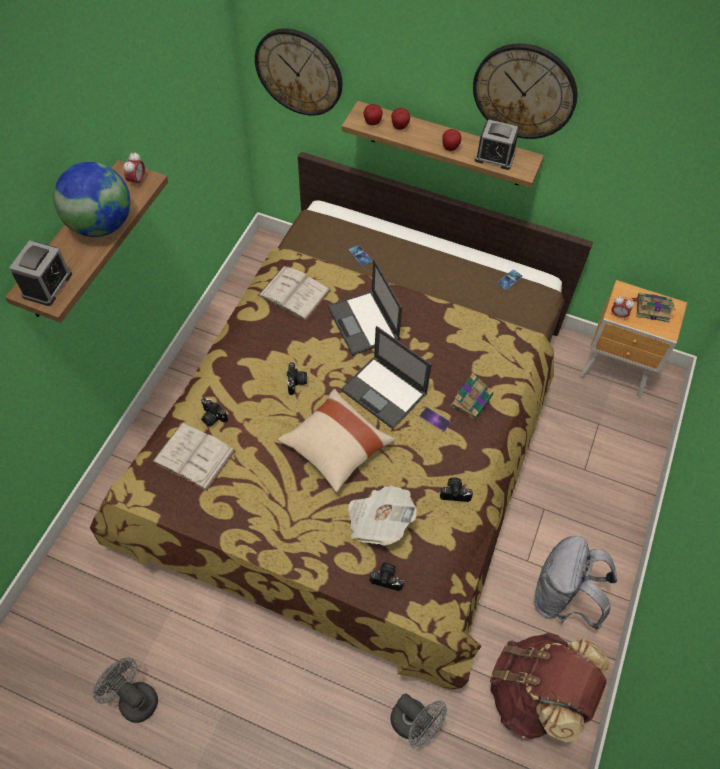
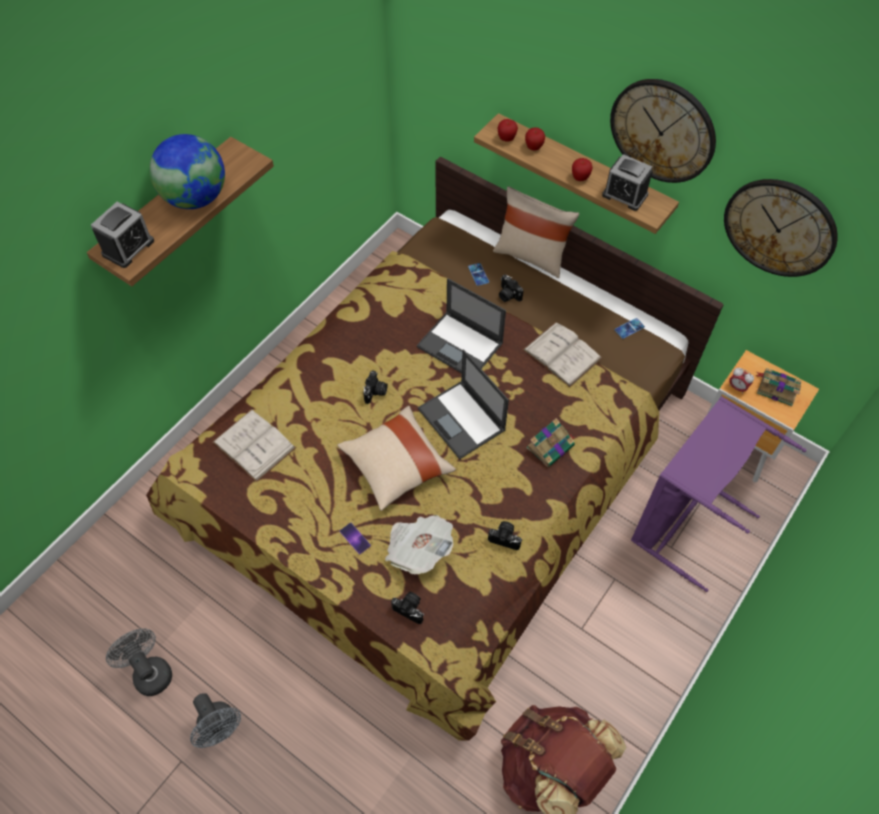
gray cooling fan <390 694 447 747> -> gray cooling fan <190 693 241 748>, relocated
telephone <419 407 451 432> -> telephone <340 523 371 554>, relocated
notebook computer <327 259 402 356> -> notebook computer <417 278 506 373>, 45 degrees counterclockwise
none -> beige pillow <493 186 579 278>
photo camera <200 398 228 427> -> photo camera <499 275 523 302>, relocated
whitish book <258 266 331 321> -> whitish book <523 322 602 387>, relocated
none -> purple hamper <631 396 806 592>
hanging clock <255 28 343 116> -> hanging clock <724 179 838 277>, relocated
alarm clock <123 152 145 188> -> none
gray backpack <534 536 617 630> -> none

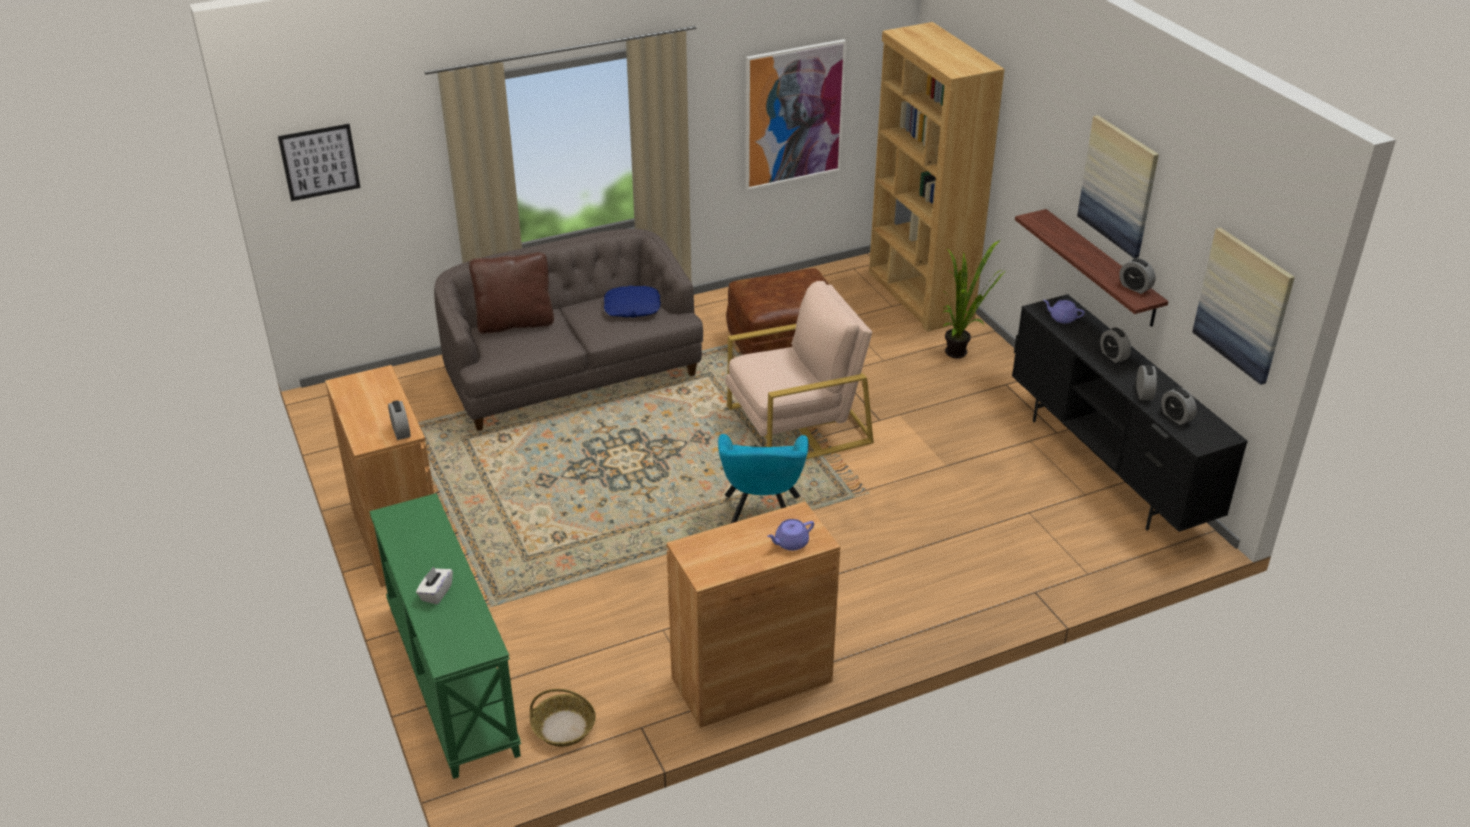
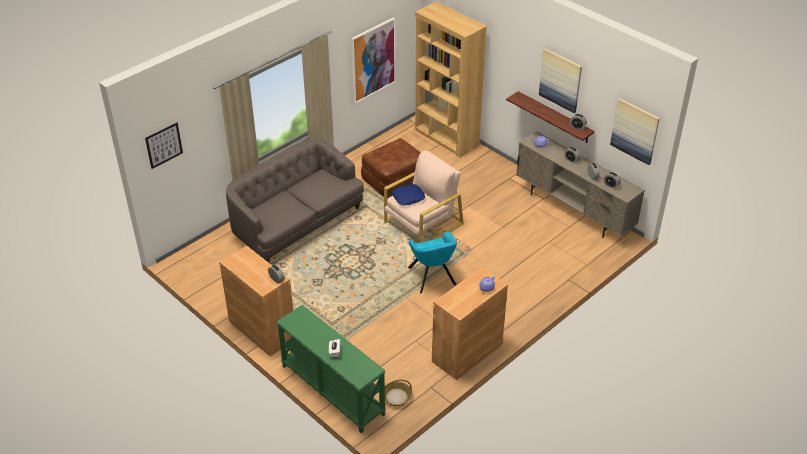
blue-coloured pillow <604 286 661 318> -> blue-coloured pillow <392 184 425 206>, relocated
black-coloured tv unit <1012 294 1248 532> -> beige tv unit <516 131 645 238>
brown pillow <469 252 554 334> -> none
plant in a pot <942 240 1006 358> -> none

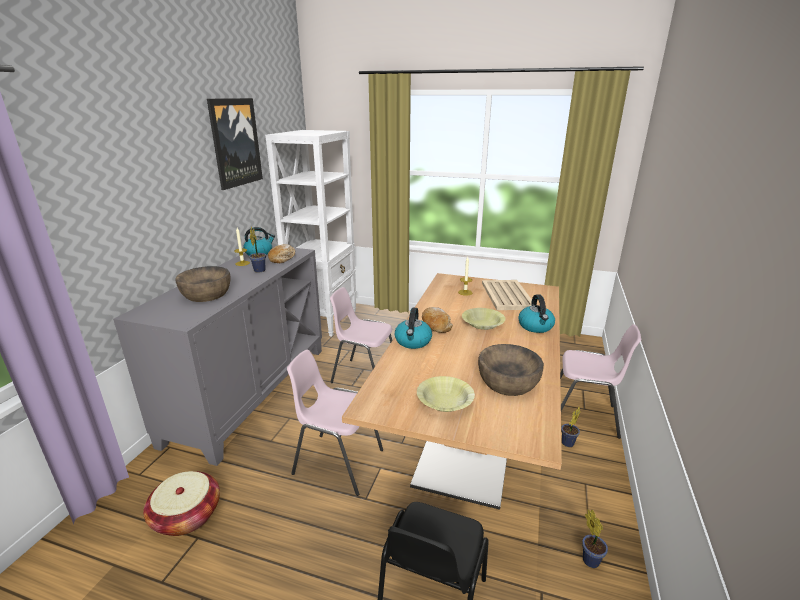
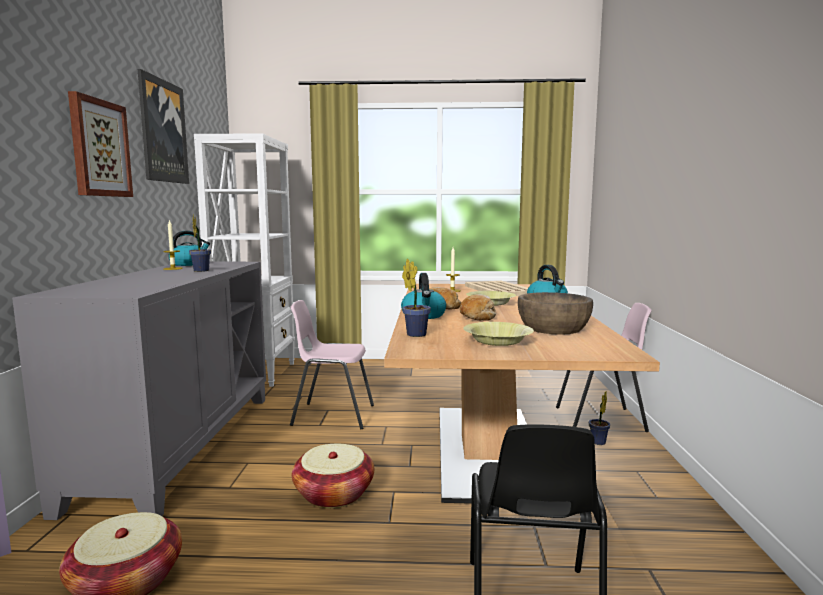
none -> wall art <68 91 133 197>
pink chair <287 350 383 496> -> storage basket <292 444 374 508>
plant in a pot <582 510 608 568> -> plant in a pot <402 259 431 337>, relocated
bakery bread <268 244 295 263> -> bakery bread <460 294 497 321>, relocated
brown bowl <175 266 231 302> -> none

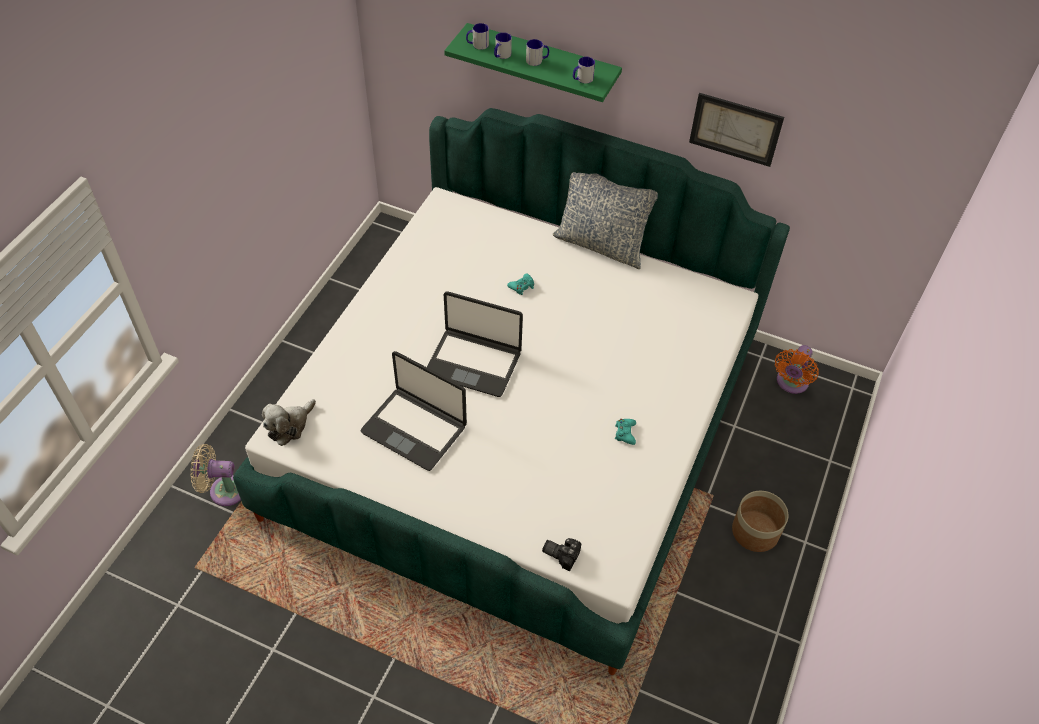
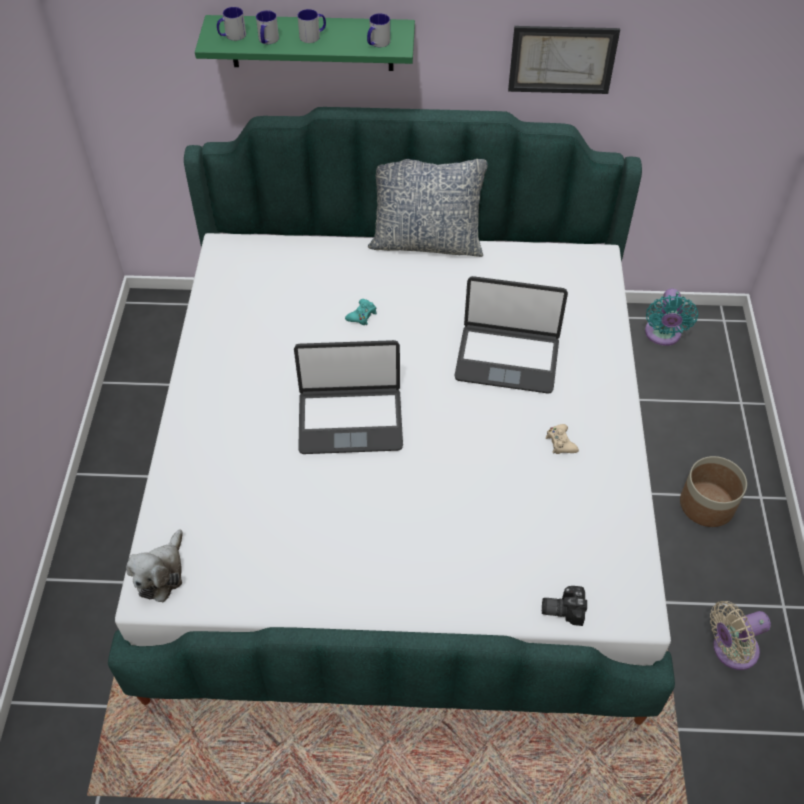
notebook computer <361 351 467 471> -> notebook computer <454 276 568 393>, relocated
turquoise game controller <615 419 636 445> -> beige game controller <545 424 579 454>
orange cooling fan <775 345 819 394> -> turquoise cooling fan <645 288 698 346>
beige cooling fan <190 444 241 506> -> beige cooling fan <710 601 771 670>, relocated

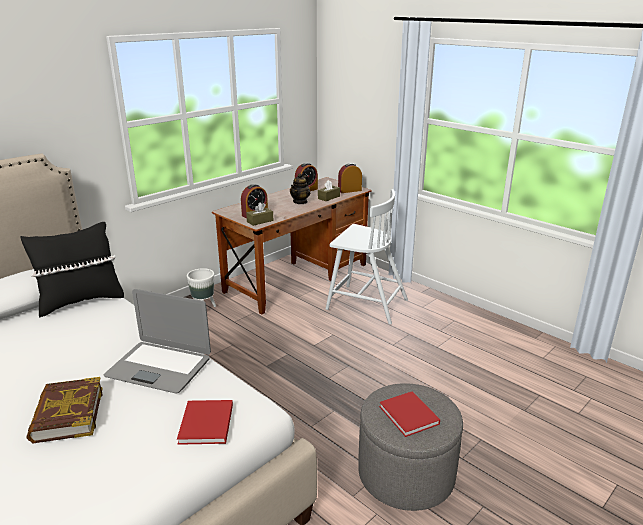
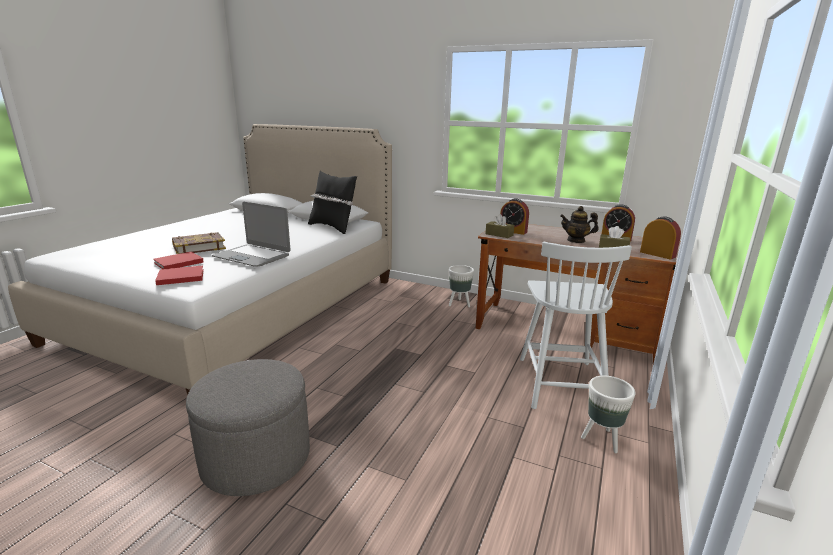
reddish book <379 391 440 437> -> reddish book <153 252 204 269>, relocated
notebook computer <104 289 211 393> -> notebook computer <212 202 291 267>, 60 degrees counterclockwise
none -> whitish flower pot <581 376 636 453>

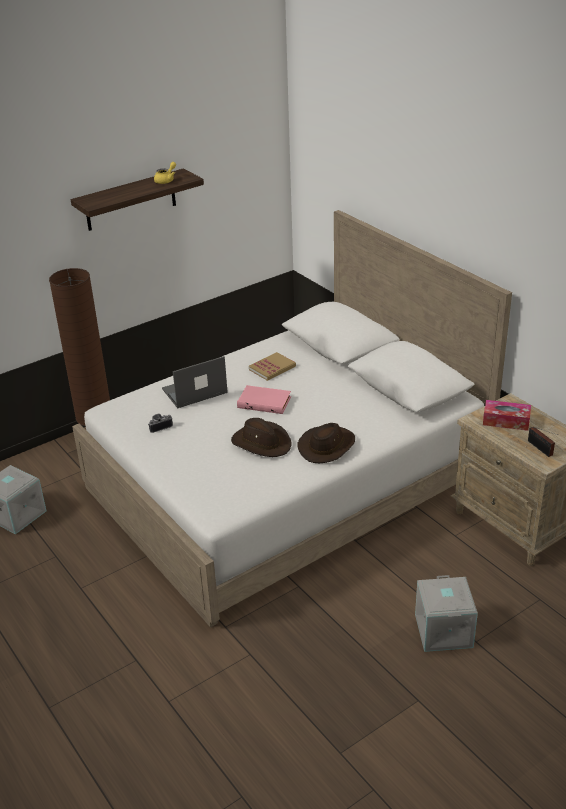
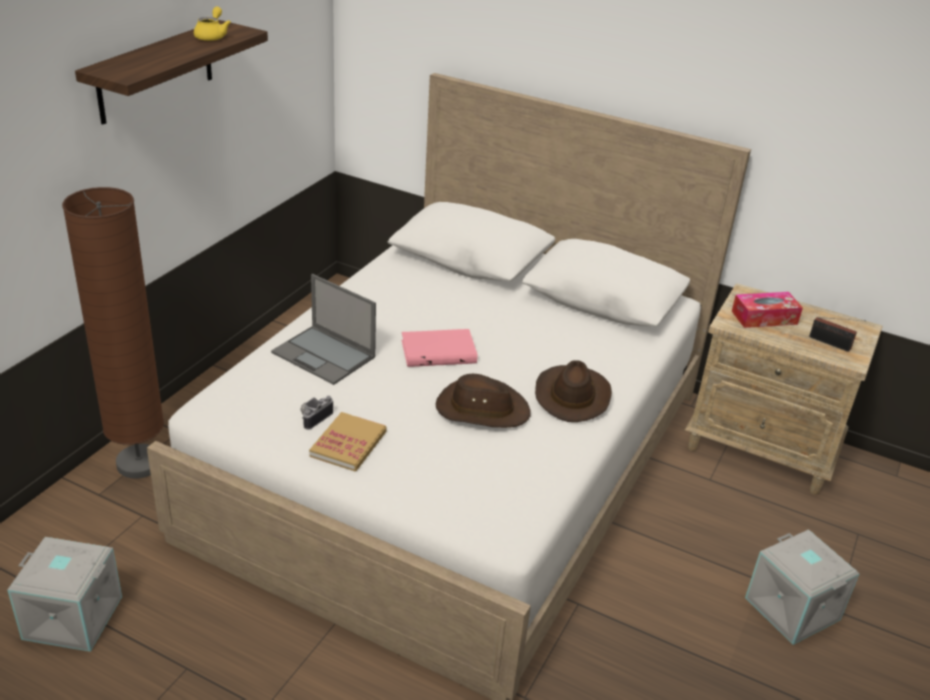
notebook computer <162 356 228 408> -> notebook computer <271 274 376 385>, 90 degrees counterclockwise
book <249 352 296 381> -> book <309 412 387 472>, relocated

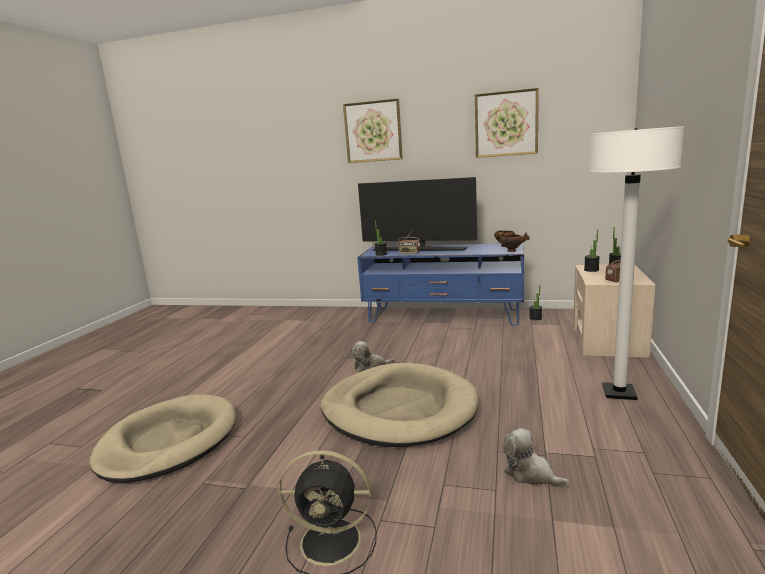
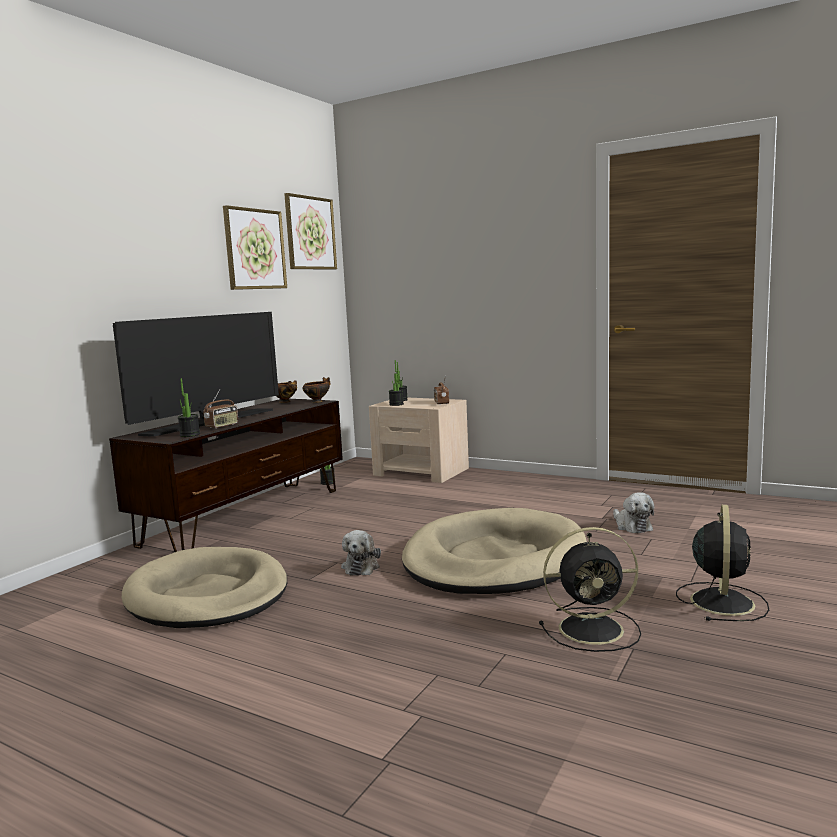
blue-coloured tv unit <357 243 524 325> -> brown tv unit <109 399 343 552>
beige dog cushion <90 394 236 483> -> beige dog cushion <122 547 287 628>, relocated
wall art <343 98 403 163> -> wall art <284 193 337 270>, relocated
none -> black-coloured cooling fan <539 527 641 652>
plush toy <503 428 569 488> -> plush toy <613 492 654 533>, 75 degrees counterclockwise
whitish floor lamp <589 126 684 400> -> none

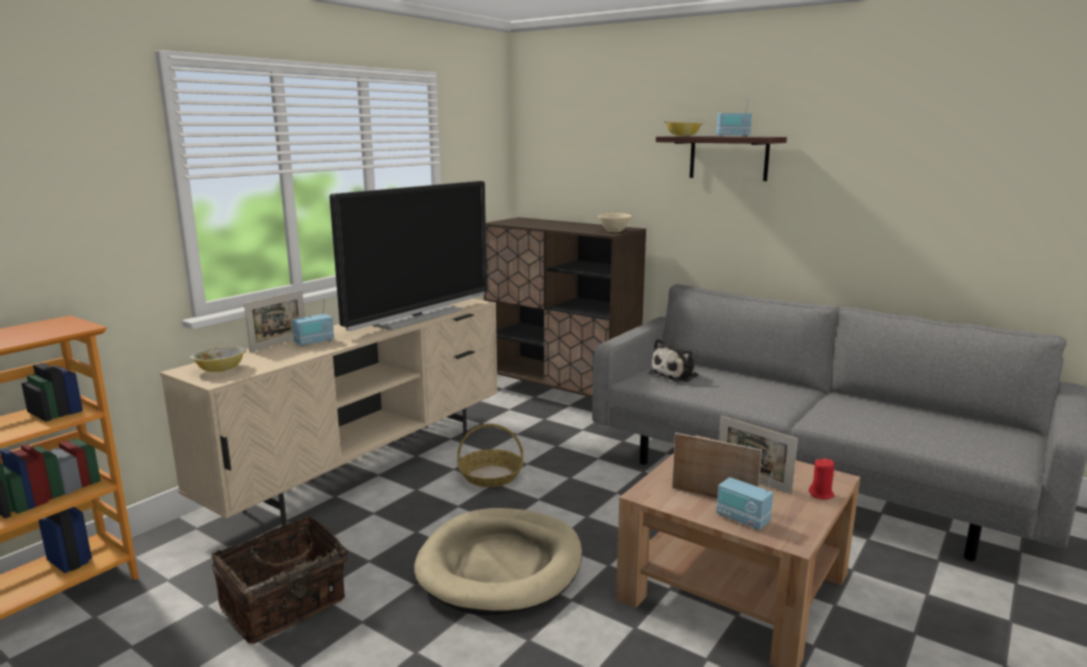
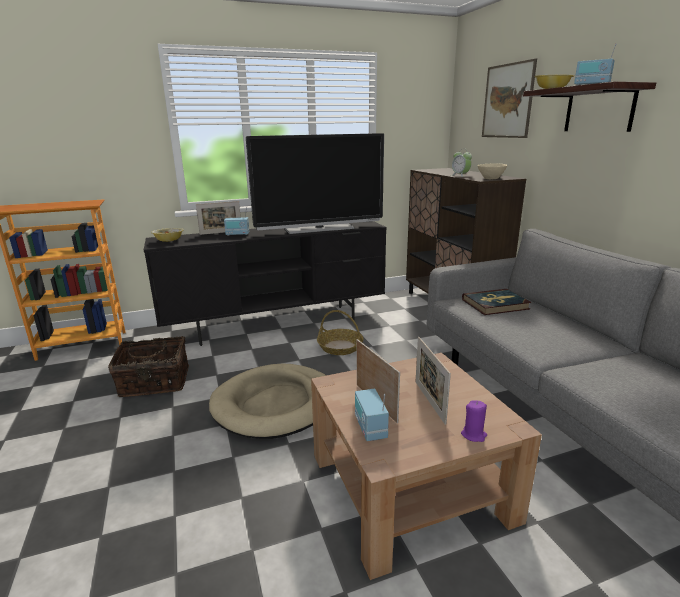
beige tv unit <160 298 498 526> -> black-coloured tv unit <144 221 387 346>
none -> alarm clock <451 149 472 177>
reddish wax light <809 458 835 500> -> purple wax light <461 400 487 442>
plush toy <649 338 699 382> -> book <462 289 531 315>
none -> wall art <482 59 537 138>

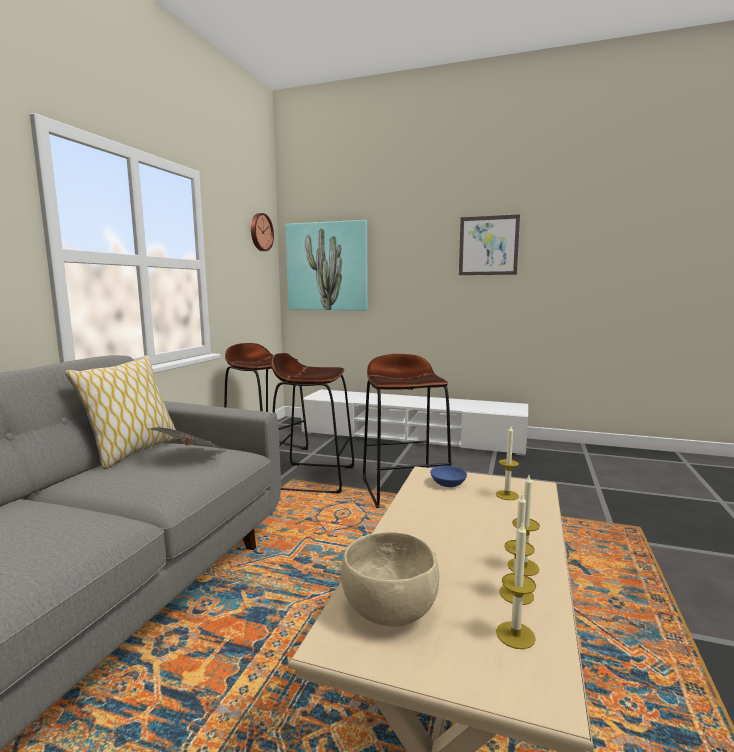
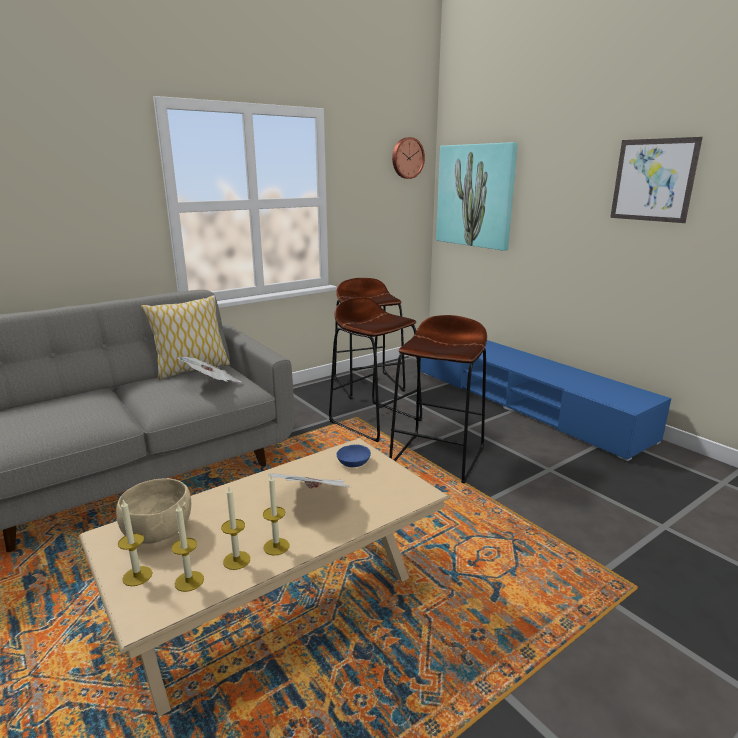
wax light <496 426 519 500> -> wax light <118 500 153 586>, relocated
none -> printed paper <268 473 351 488>
whitish tv unit <301 390 528 456> -> blue-coloured tv unit <420 340 671 461>

